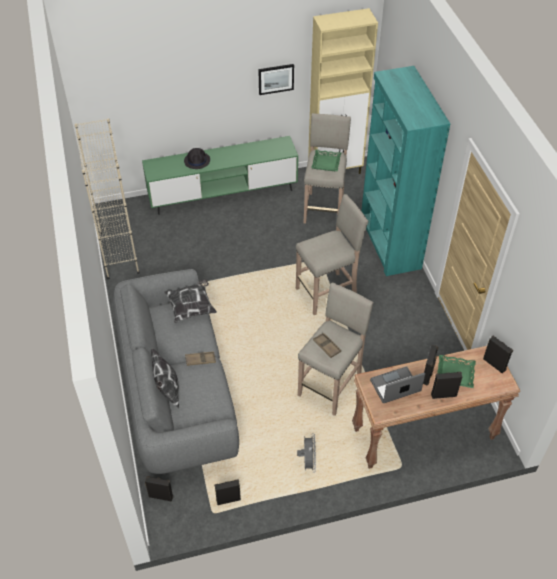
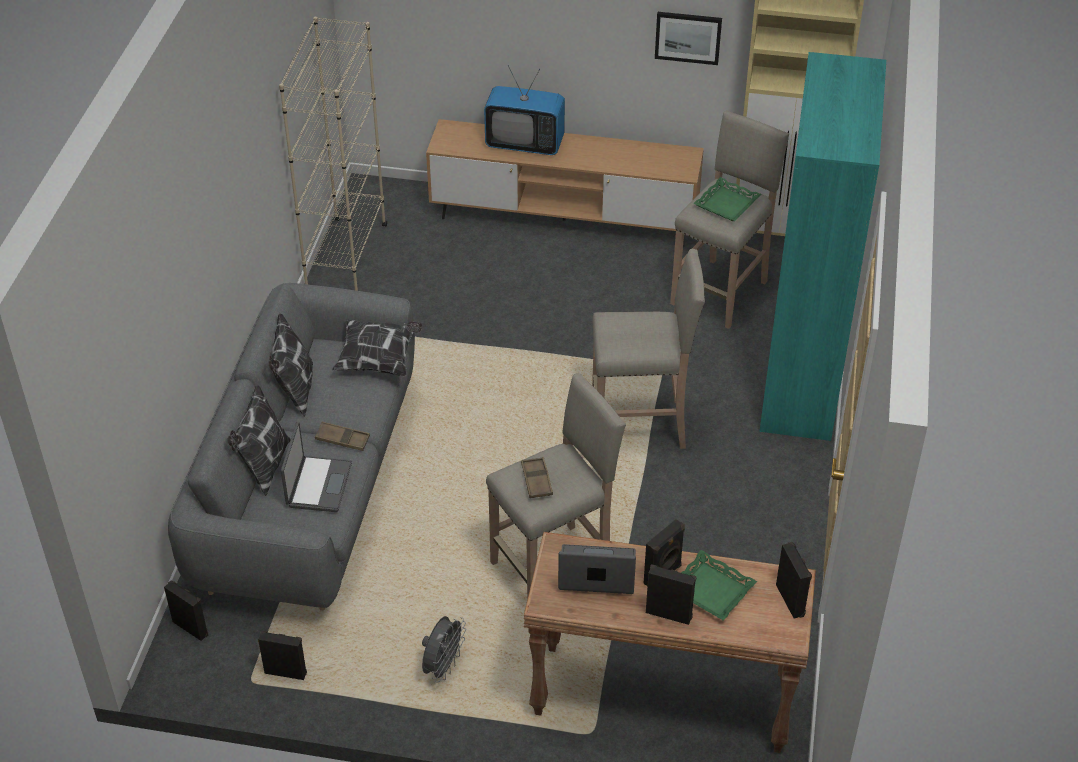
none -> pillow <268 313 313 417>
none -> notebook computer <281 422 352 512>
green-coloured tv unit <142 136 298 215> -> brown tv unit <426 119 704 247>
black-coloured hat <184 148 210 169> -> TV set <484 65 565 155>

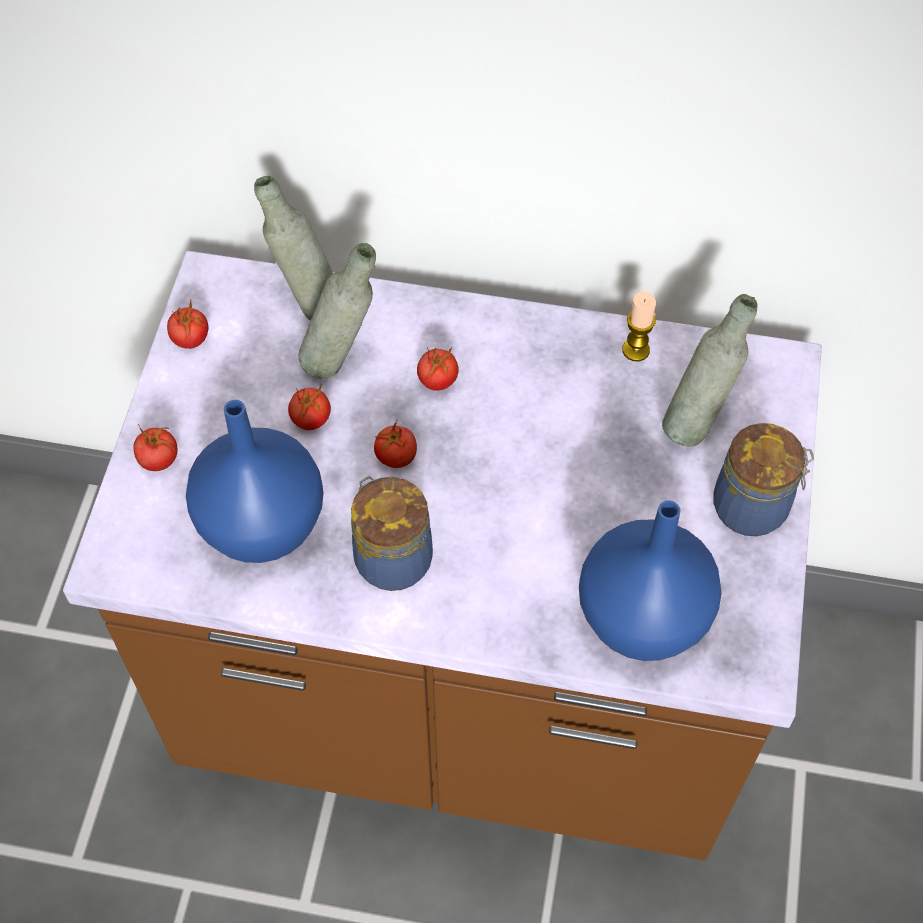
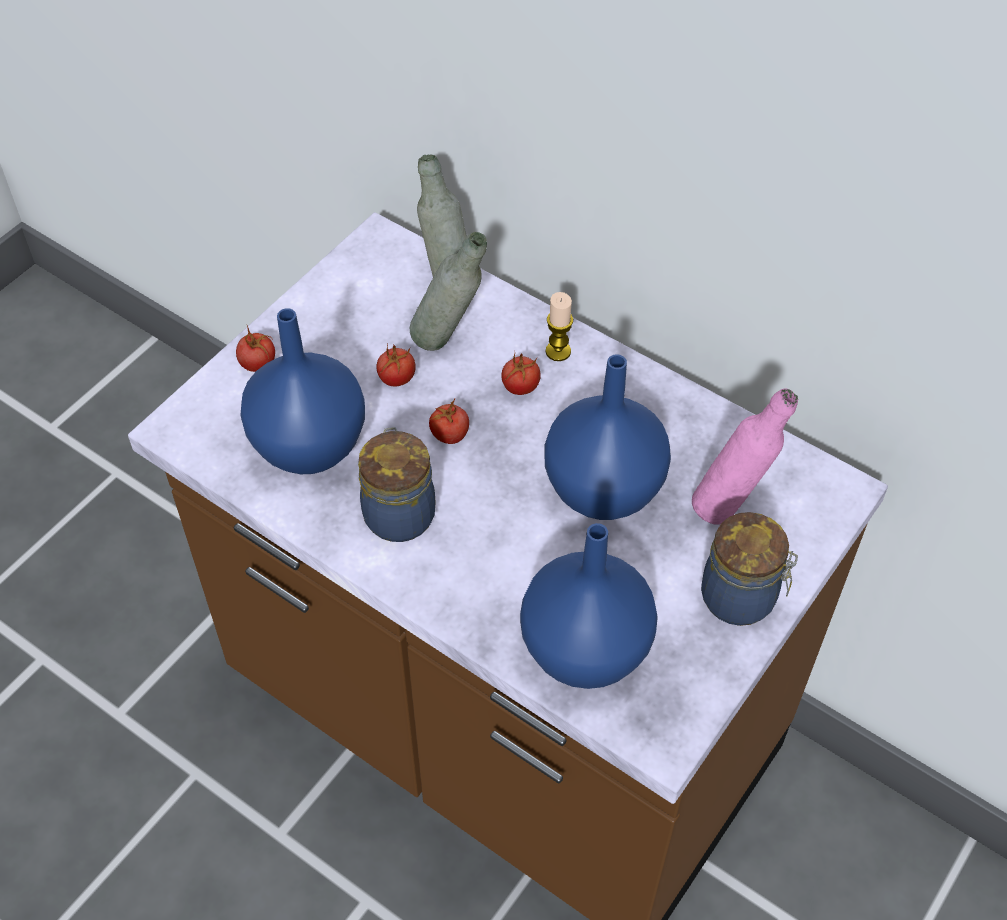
none -> blue-coloured decorative vase <545 354 671 520>
wax light <623 292 656 361> -> wax light <546 292 573 361>, relocated
gray bottle <662 294 758 446> -> pink bottle <692 388 798 525>
fresh tomato <167 301 208 349> -> none

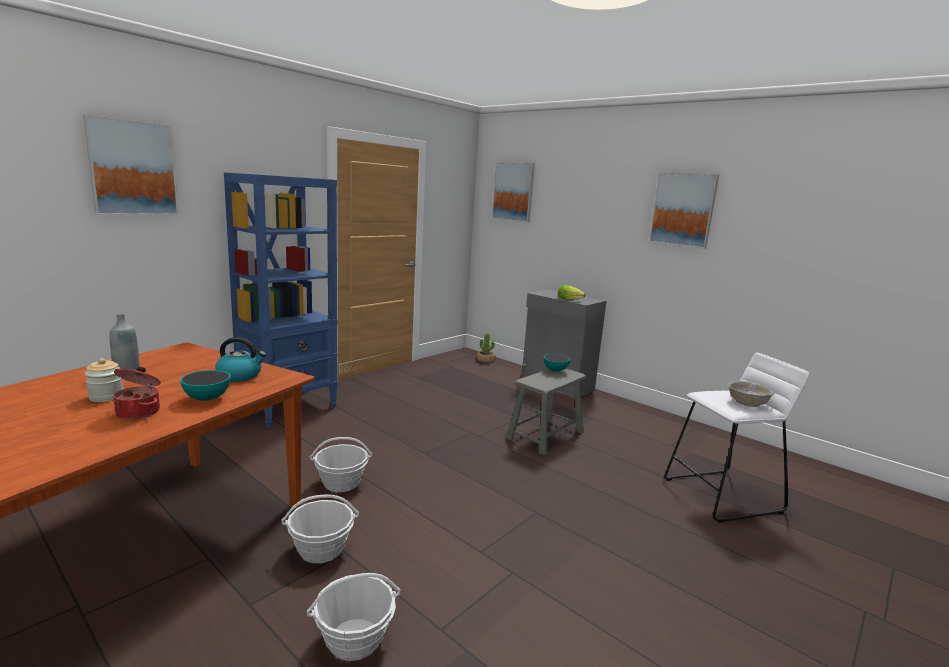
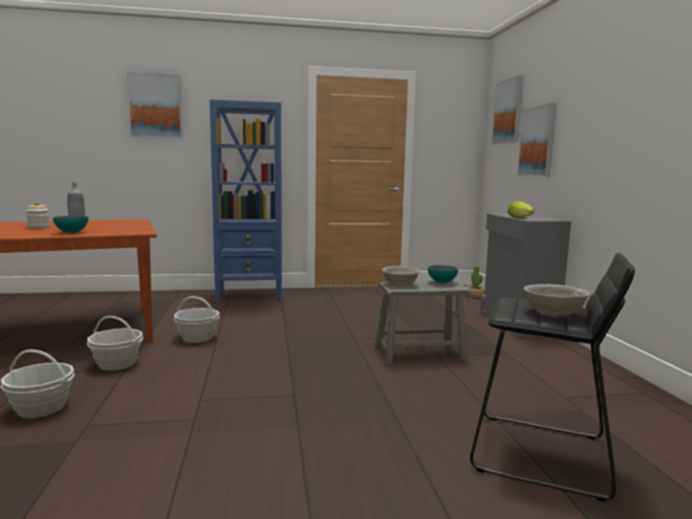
none -> whitish bowl <382 266 420 286>
whitish sitting stool <664 353 809 523> -> black-coloured sitting stool <470 253 635 502>
wall art <649 172 719 249> -> wall art <517 103 557 177>, relocated
saucepot <114 367 161 419> -> none
tea kettle <215 337 266 382> -> none

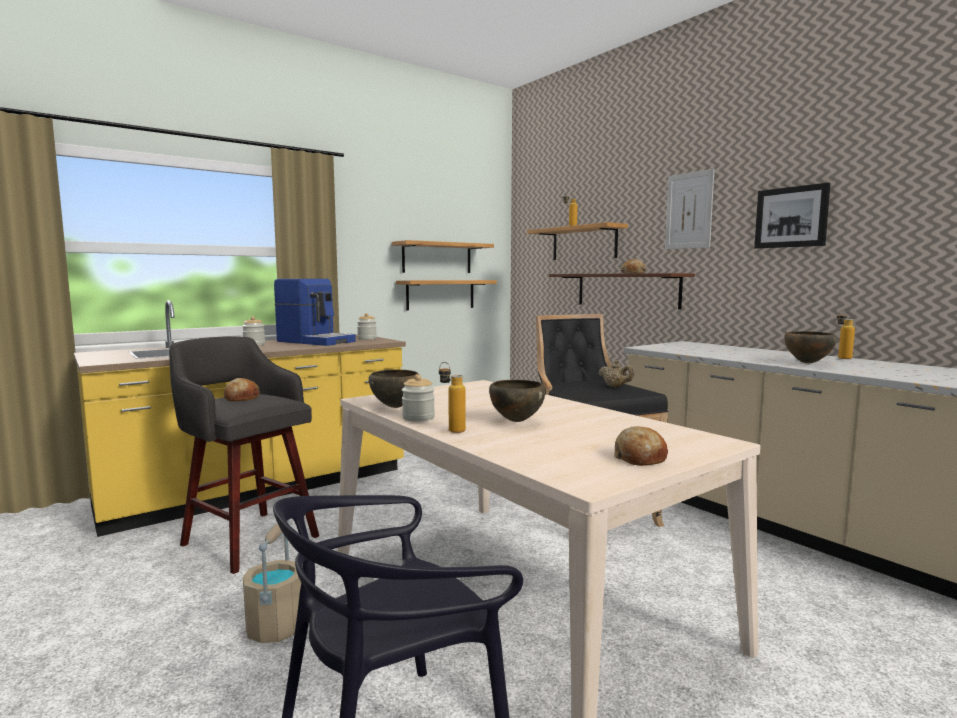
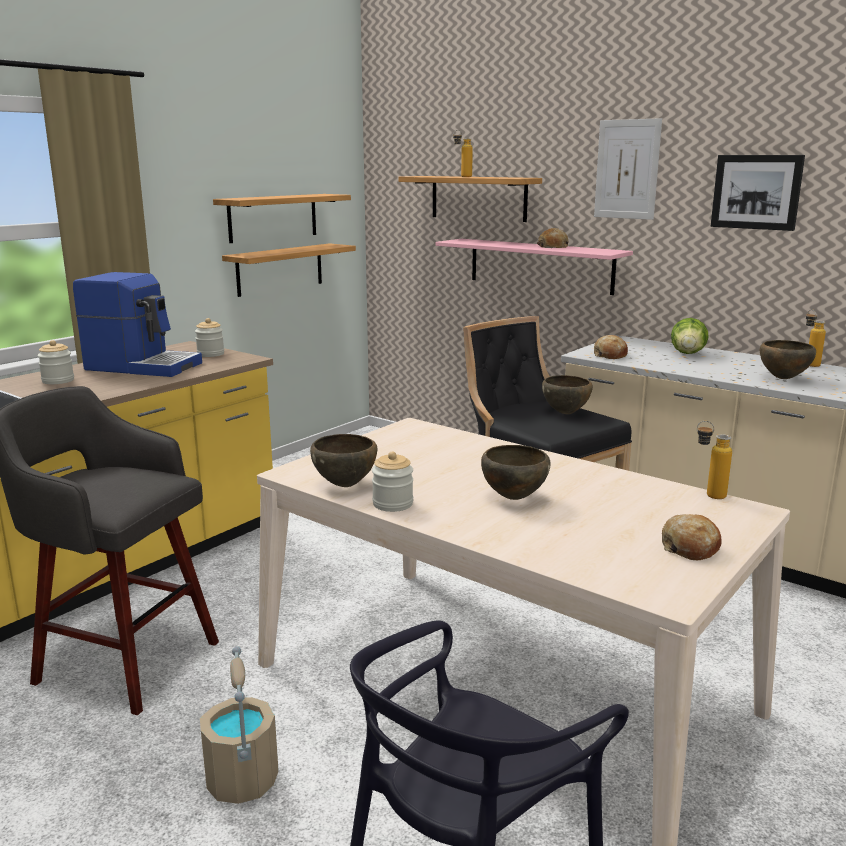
brown bracket shelf <549 273 695 310> -> pink bracket shelf <435 239 633 295>
beige pot for tea <599 360 634 387> -> brown bowl <542 375 593 414>
bakery bread <224 378 260 401> -> bakery bread <594 335 628 359>, relocated
none -> lettuce head <671 318 709 354>
bottle <439 362 466 433> -> bottle <697 421 732 499>, relocated

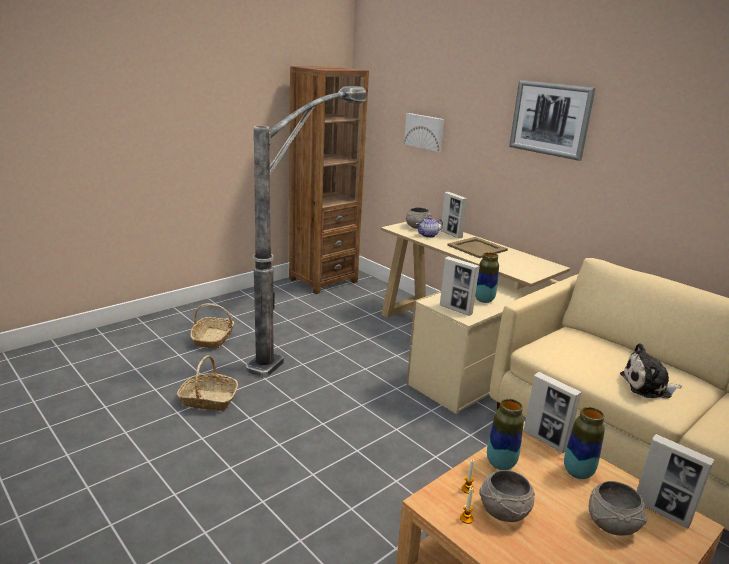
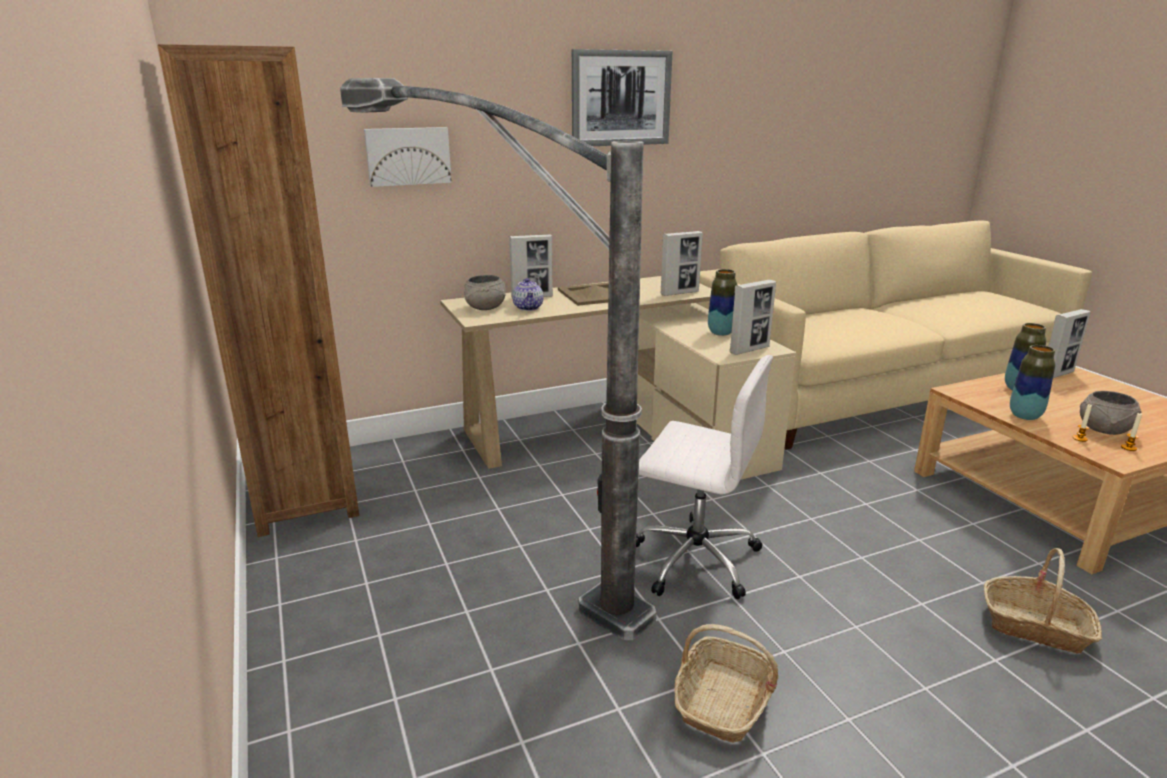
none -> whitish office chair <636 355 773 599>
photo frame <523 372 582 453> -> photo frame <660 231 703 296>, relocated
storage basket <190 303 234 349> -> storage basket <984 548 1102 653>, relocated
gray bowl <589 481 647 536> -> none
plush toy <620 343 682 399> -> none

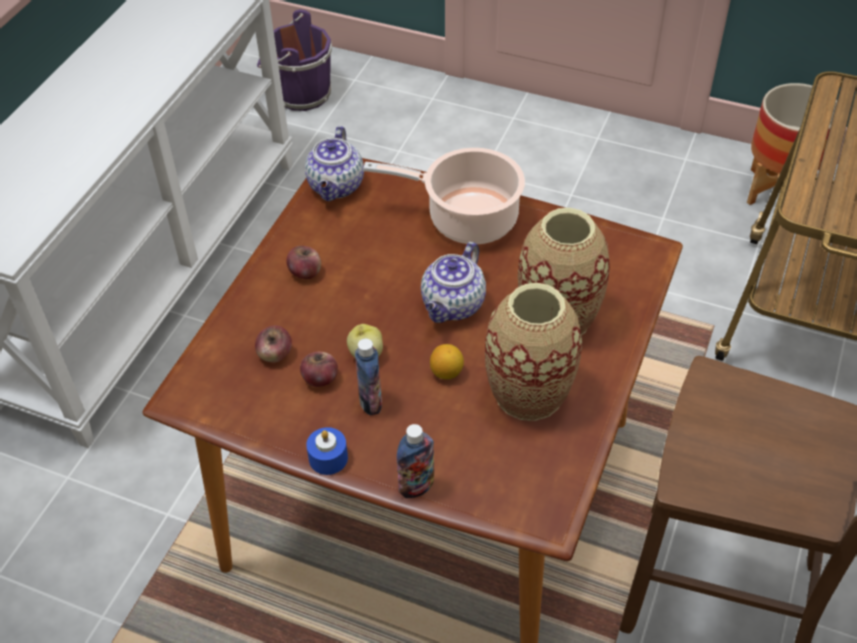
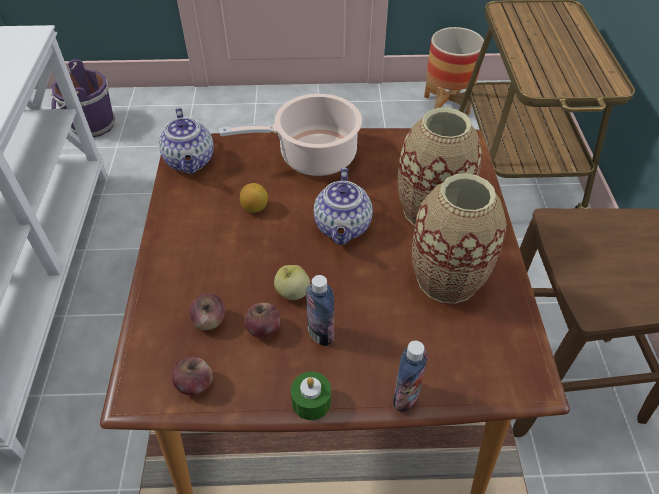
apple fruit <286 246 321 279> -> apple fruit <172 357 213 395>, relocated
whole lemon <430 344 464 379> -> whole lemon <240 183 268 213>, relocated
blue-coloured wax light <306 427 348 475> -> green-coloured wax light <291 372 331 420>

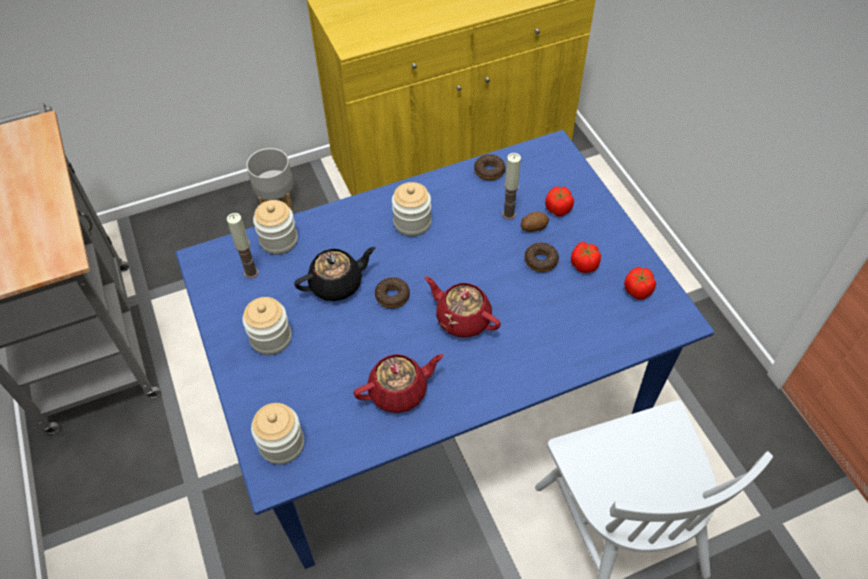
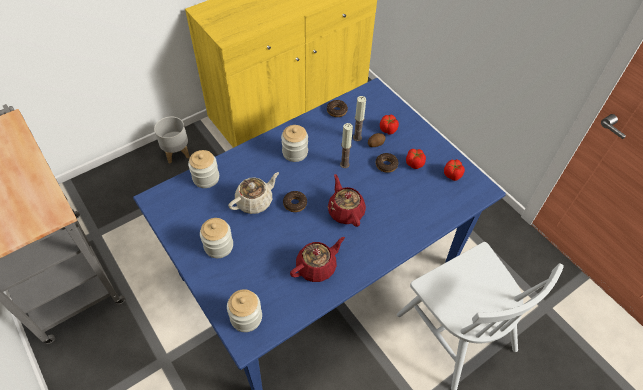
black-coloured pot for tea <294 247 376 301> -> beige pot for tea <228 172 279 214>
reddish pot for tea <425 276 501 337> -> reddish pot for tea <328 174 366 227>, 45 degrees clockwise
wax light <227 213 259 279> -> wax light <340 123 353 168>, relocated

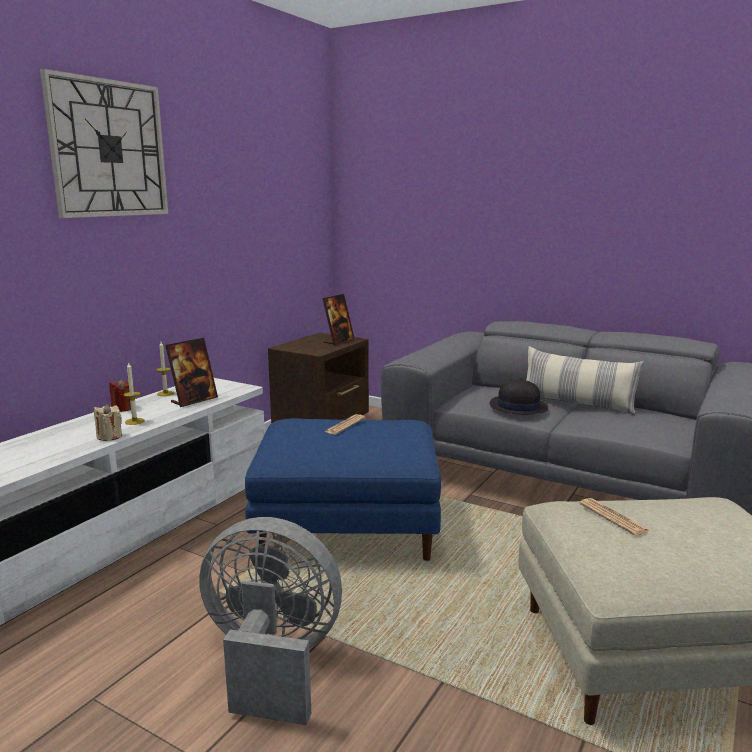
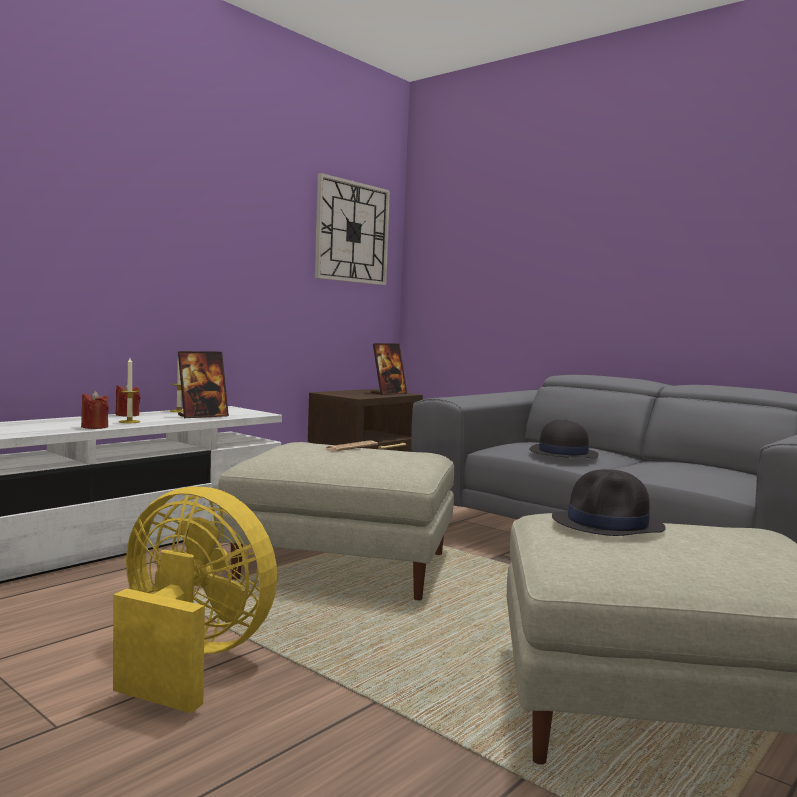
beige wax light <94 404 122 441> -> reddish wax light <81 390 109 429>
gray cooling fan <199 517 342 726> -> yellow-coloured cooling fan <113 486 277 713>
blue-coloured ottoman <245 418 441 561> -> beige ottoman <216 442 454 600>
hanging clock <40 69 168 218> -> hanging clock <315 173 390 285>, relocated
printed paper <579 498 651 536> -> black-coloured hat <552 469 666 536>
pillow <526 346 644 415> -> none

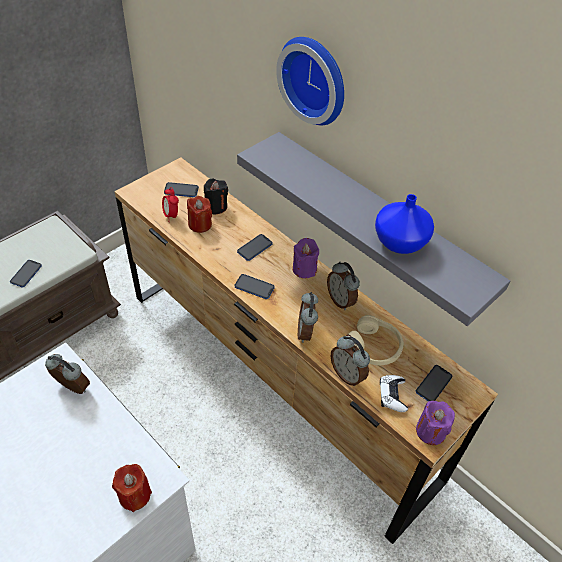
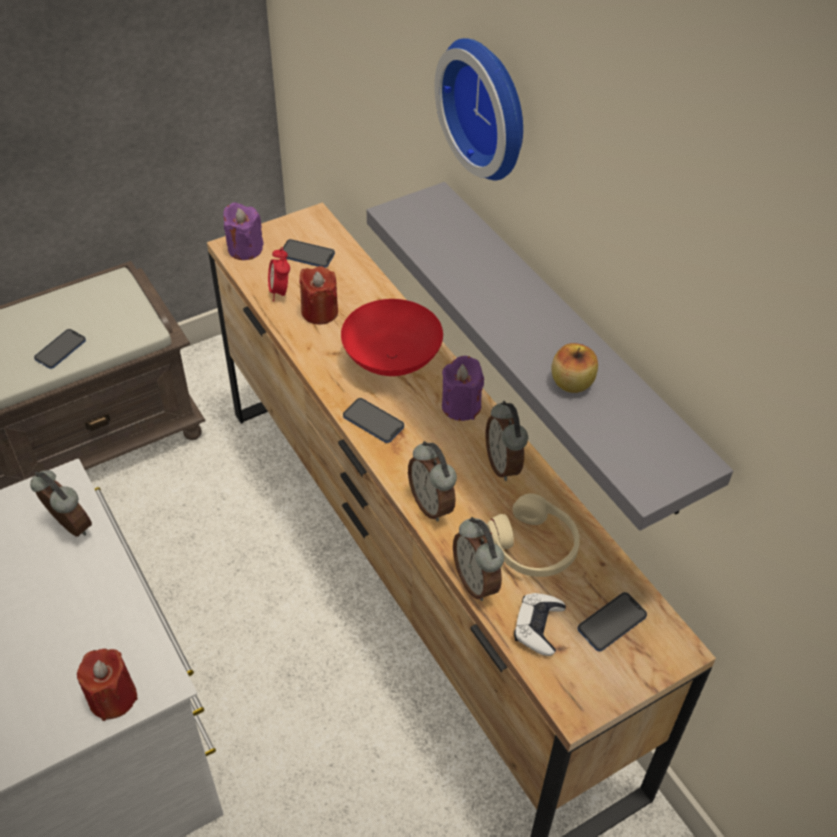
purple wax light <416 401 455 445> -> purple wax light <223 202 264 260>, relocated
telephone <237 234 272 261> -> reddish bowl <341 299 443 376>
alarm clock <298 292 318 343> -> alarm clock <408 441 457 522>, 45 degrees counterclockwise
blue-coloured decorative vase <375 194 434 254> -> apple fruit <551 343 598 393>
black-coloured wax light <204 179 228 215> -> none

